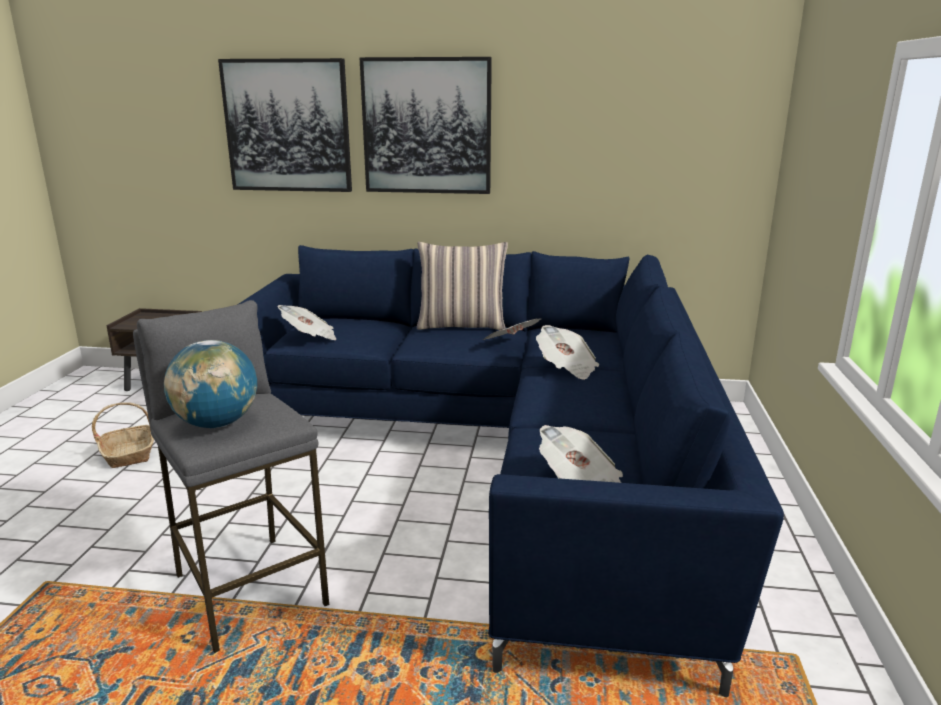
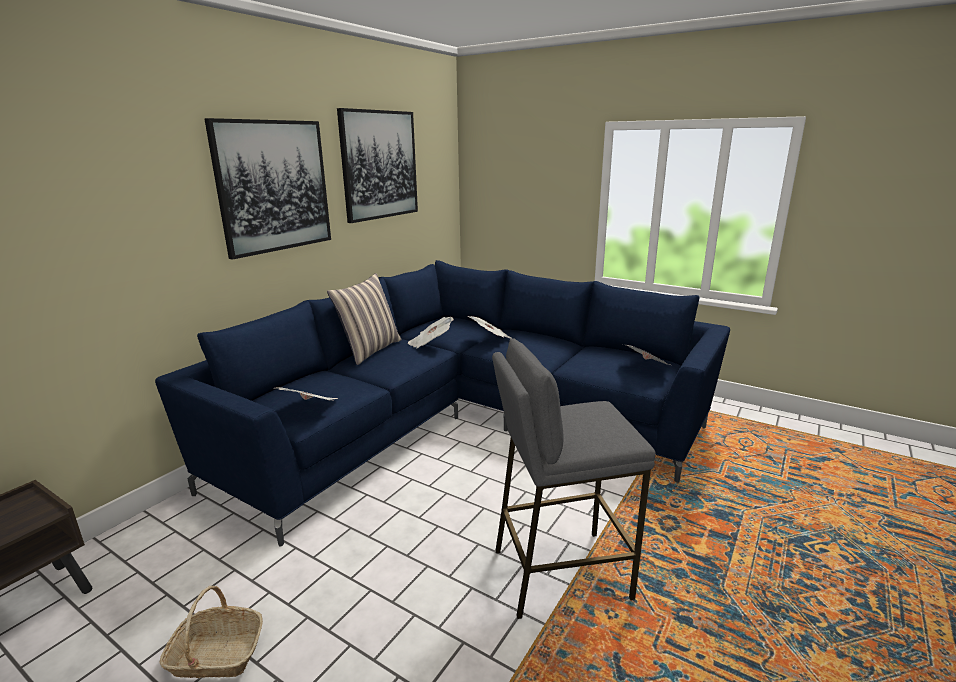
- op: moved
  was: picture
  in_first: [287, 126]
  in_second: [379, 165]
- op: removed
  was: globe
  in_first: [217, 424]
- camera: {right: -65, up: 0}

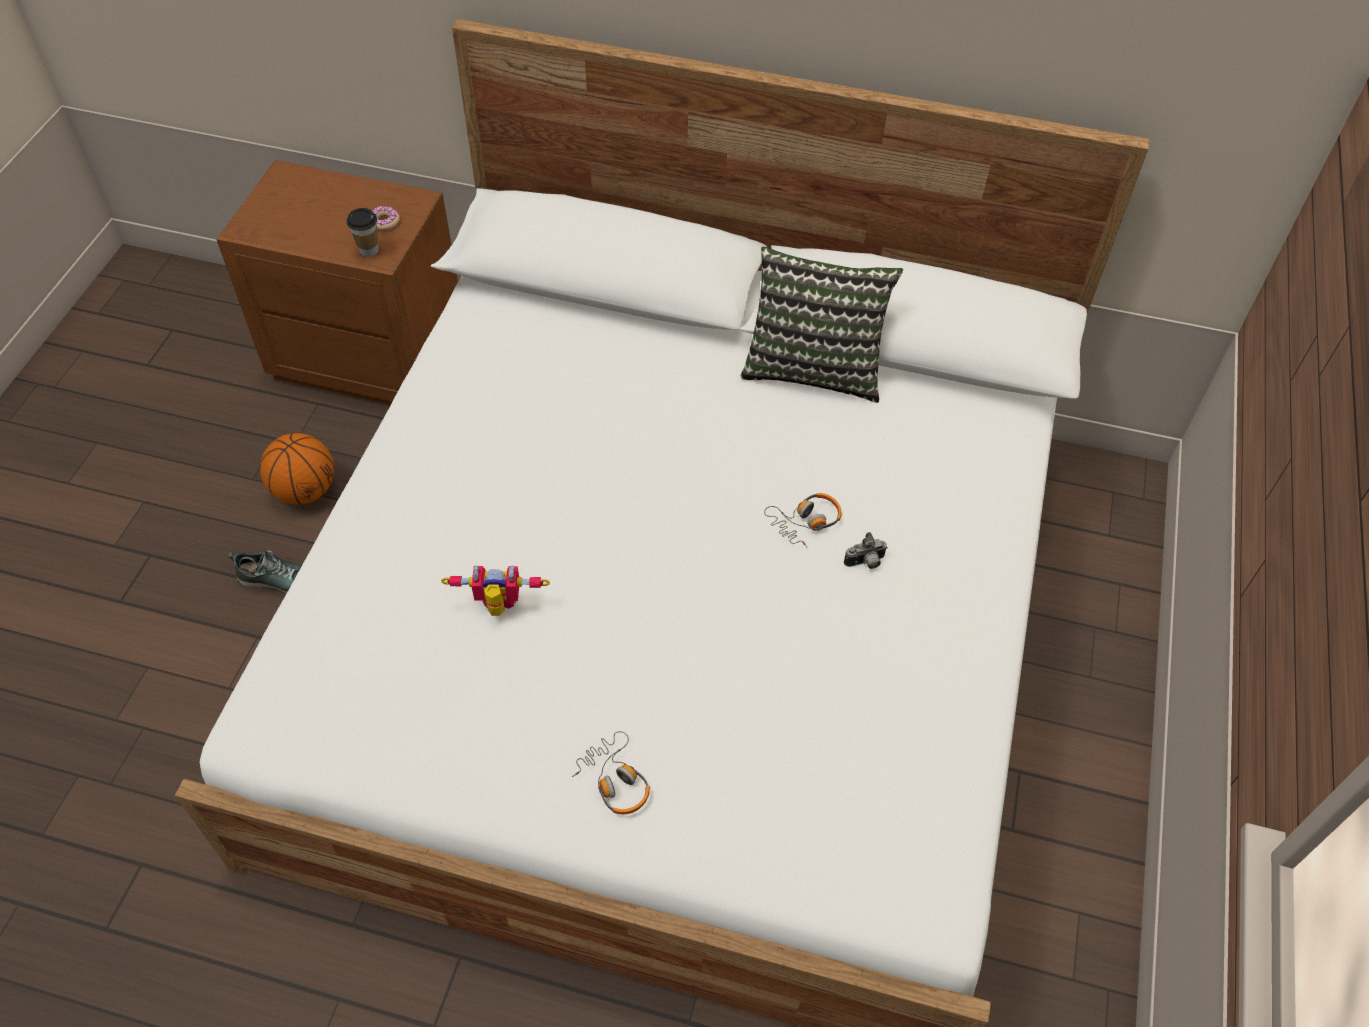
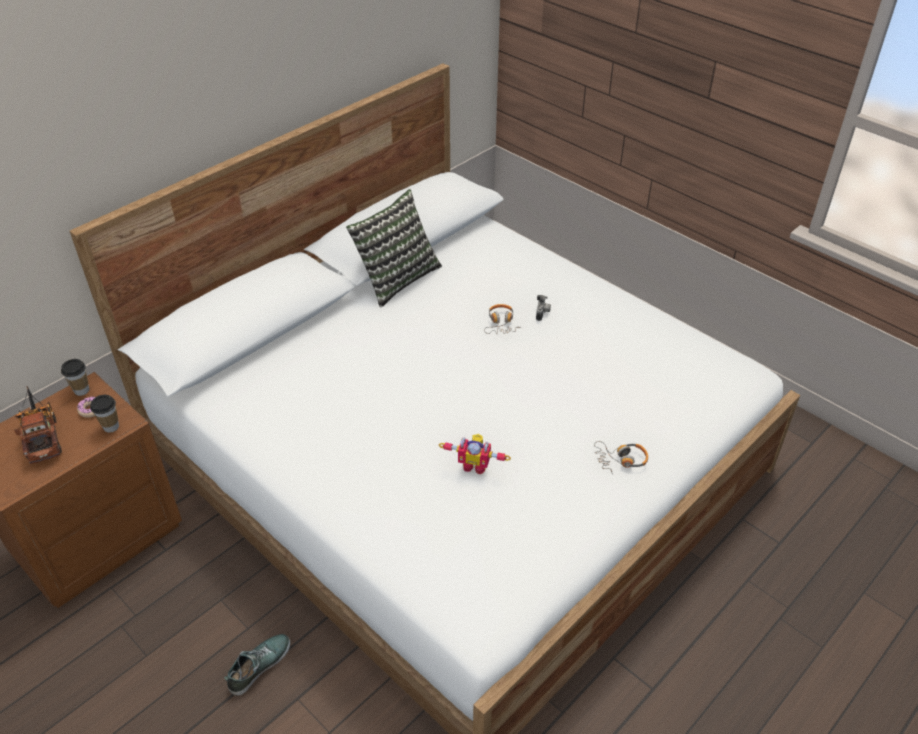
- op: removed
  was: basketball
  in_first: [305, 491]
- op: turned
  was: toy robot
  in_first: [498, 607]
  in_second: [475, 465]
  clockwise: -105
- op: added
  now: cup
  in_second: [82, 390]
- op: added
  now: toy truck
  in_second: [42, 435]
- camera: {right: -60, up: -10}

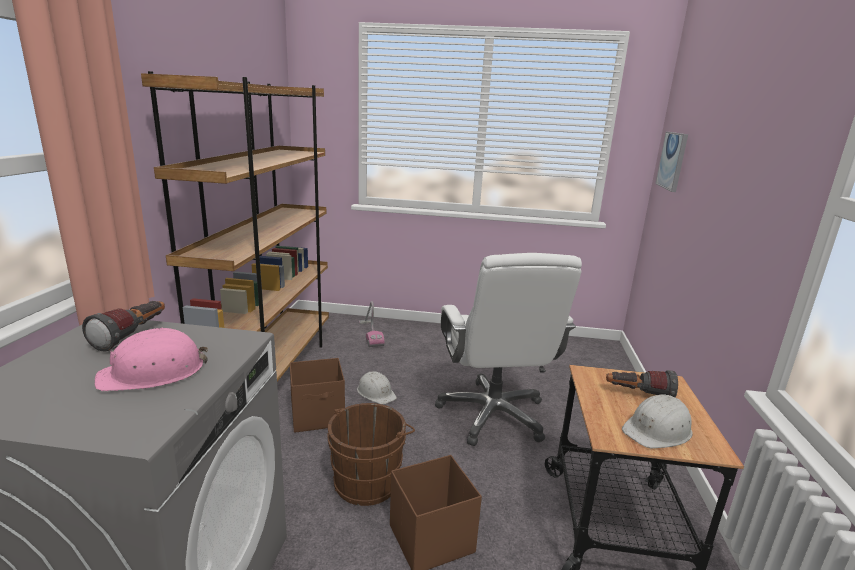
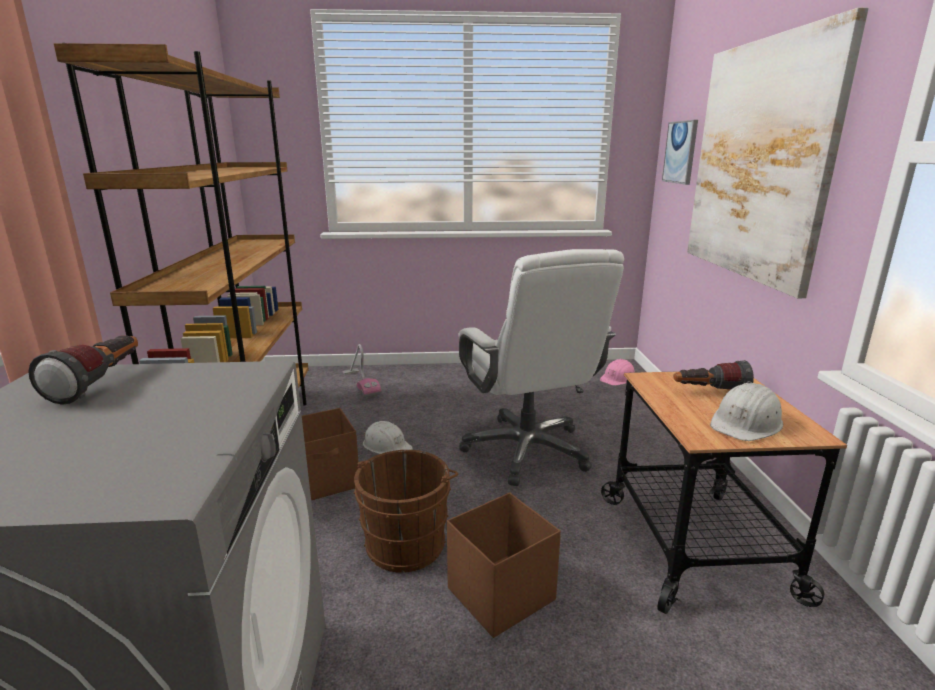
- op: moved
  was: hard hat (pink)
  in_first: [153, 372]
  in_second: [618, 378]
- op: added
  now: picture
  in_second: [758, 161]
- camera: {right: -10, up: 0}

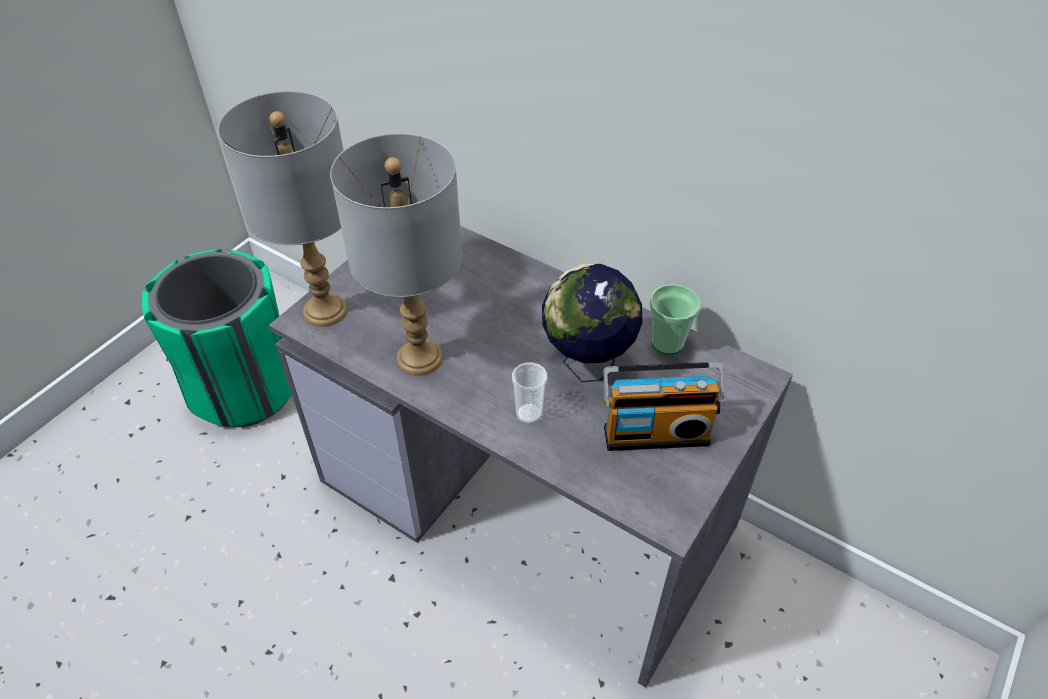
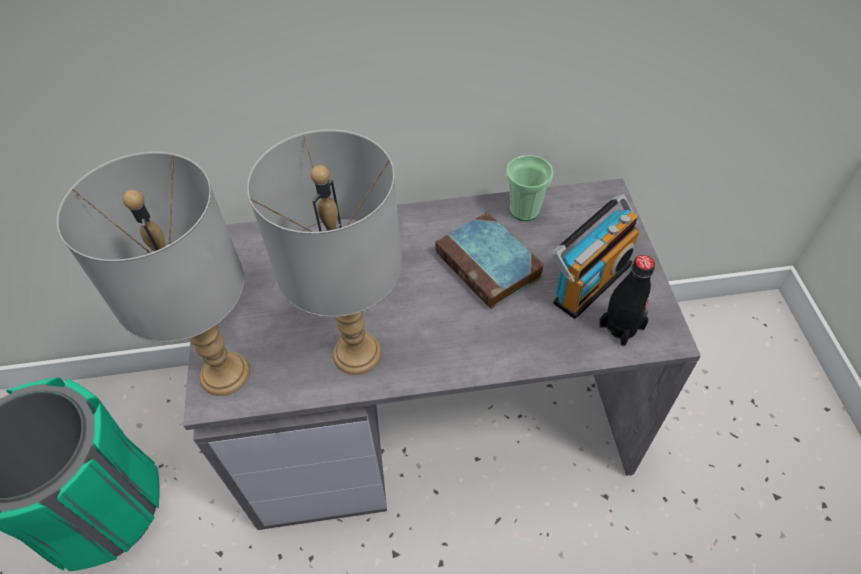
- op: replaced
  was: globe
  now: book
  in_first: [587, 365]
  in_second: [490, 266]
- op: removed
  was: cup
  in_first: [529, 414]
- op: added
  now: bottle (black)
  in_second: [621, 327]
- camera: {right: -40, up: 5}

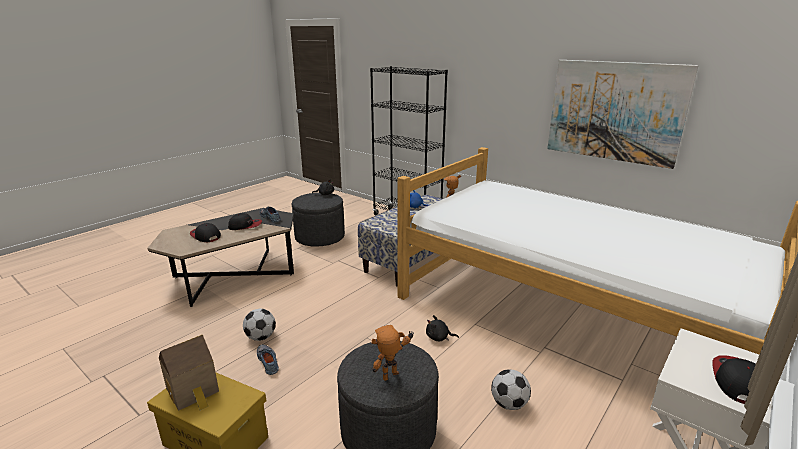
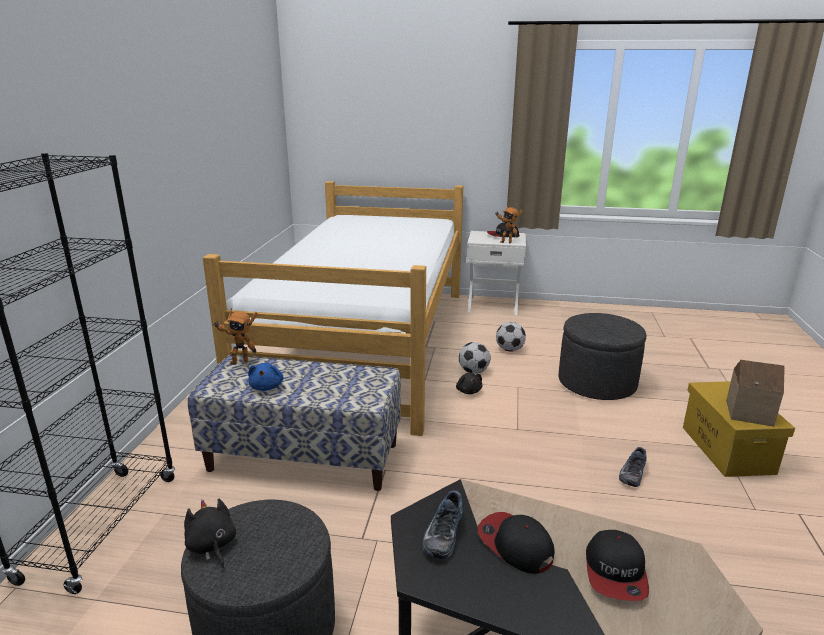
- op: removed
  was: picture
  in_first: [614, 111]
- op: moved
  was: football
  in_first: [261, 337]
  in_second: [473, 371]
- op: moved
  was: toy robot
  in_first: [392, 378]
  in_second: [506, 242]
- camera: {right: -120, up: 0}

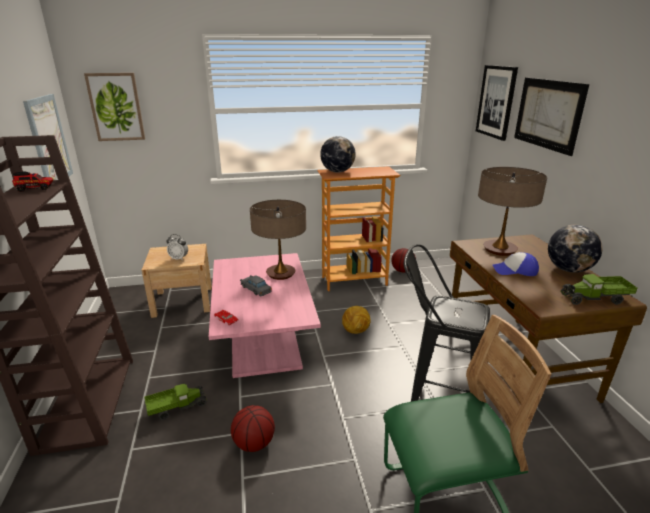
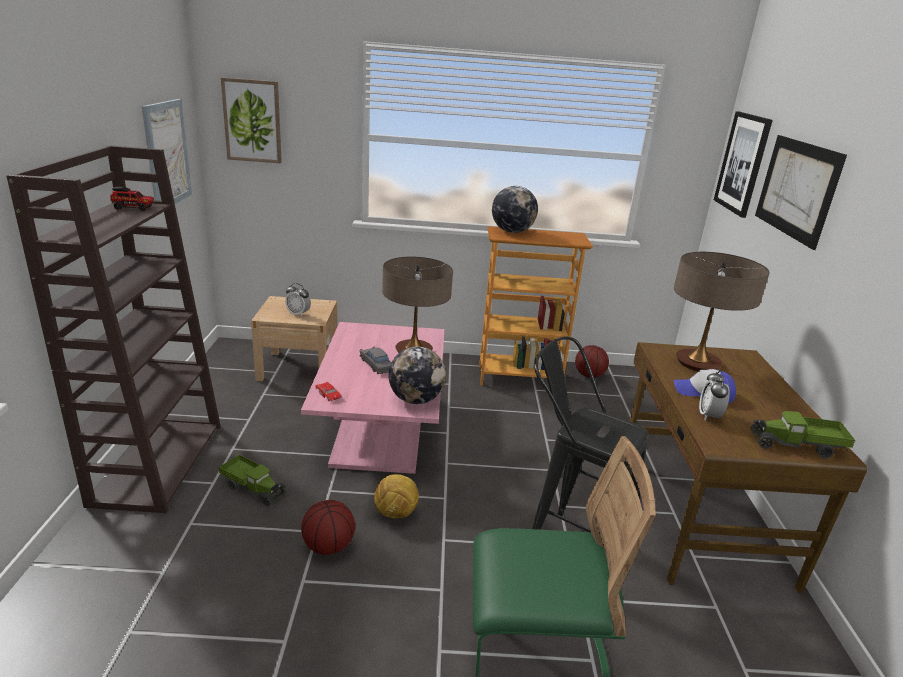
- op: moved
  was: globe
  in_first: [568, 269]
  in_second: [415, 399]
- op: moved
  was: football
  in_first: [356, 331]
  in_second: [396, 513]
- op: turned
  was: toy truck
  in_first: [176, 407]
  in_second: [253, 488]
  clockwise: 45
- op: added
  now: alarm clock
  in_second: [709, 416]
- camera: {right: 10, up: 0}

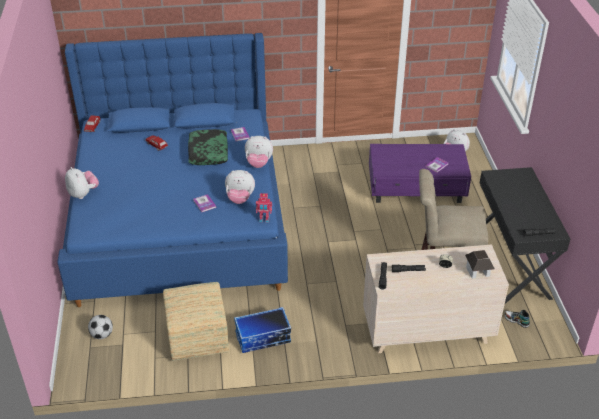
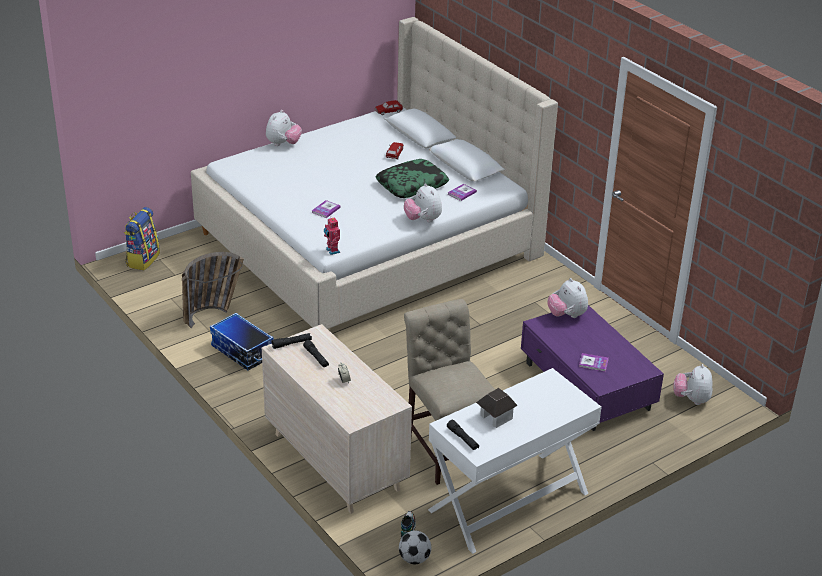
- op: recoloured
  was: bed (blue)
  now: bed (beige)
  in_first: [179, 220]
  in_second: [370, 244]
- op: recoloured
  was: desk (black)
  now: desk (white)
  in_first: [511, 264]
  in_second: [509, 502]
- op: moved
  was: plush toy
  in_first: [240, 199]
  in_second: [566, 315]
- op: moved
  was: toy house
  in_first: [478, 271]
  in_second: [495, 417]
- op: replaced
  was: ottoman
  now: basket
  in_first: [198, 338]
  in_second: [213, 313]
- op: moved
  was: football
  in_first: [102, 335]
  in_second: [414, 559]
- op: added
  now: backpack
  in_second: [142, 259]
- camera: {right: 60, up: -5}

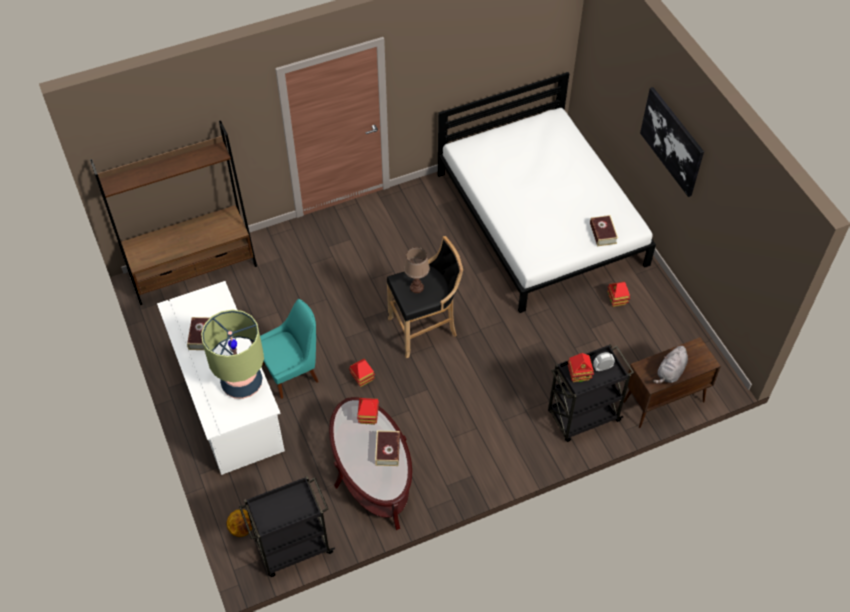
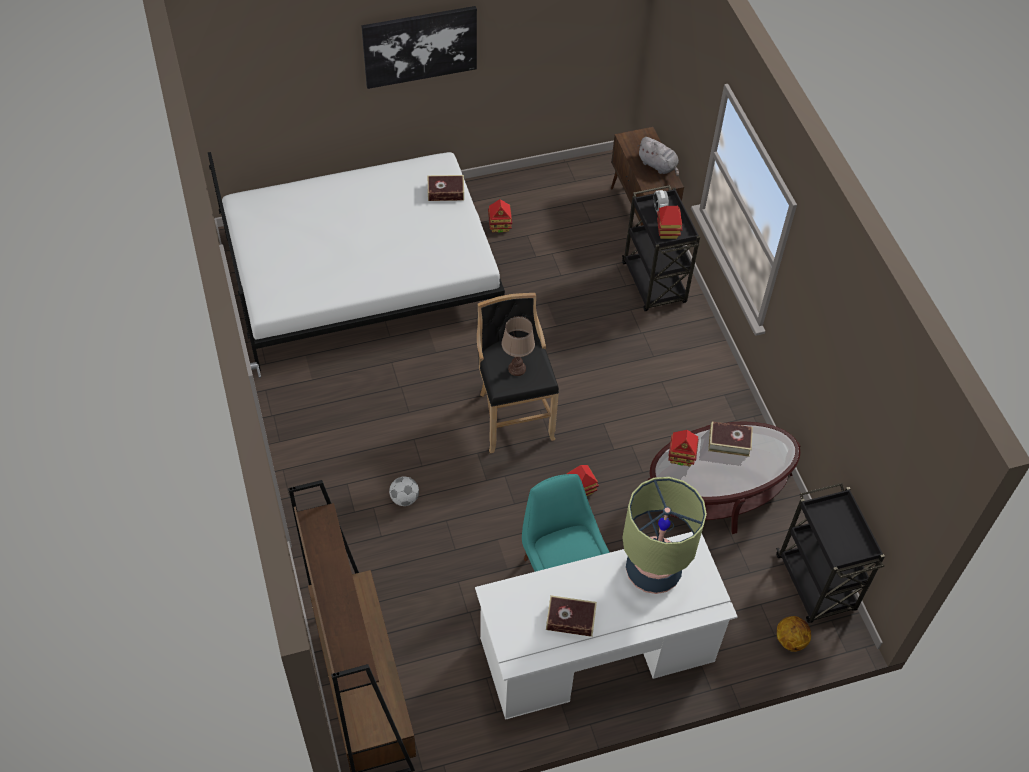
- op: added
  now: football
  in_second: [404, 498]
- camera: {right: -85, up: 0}

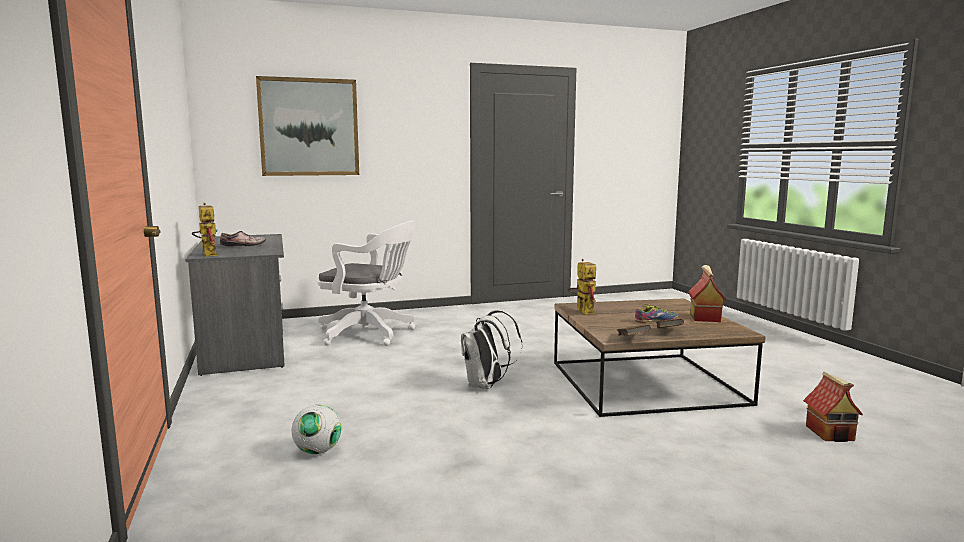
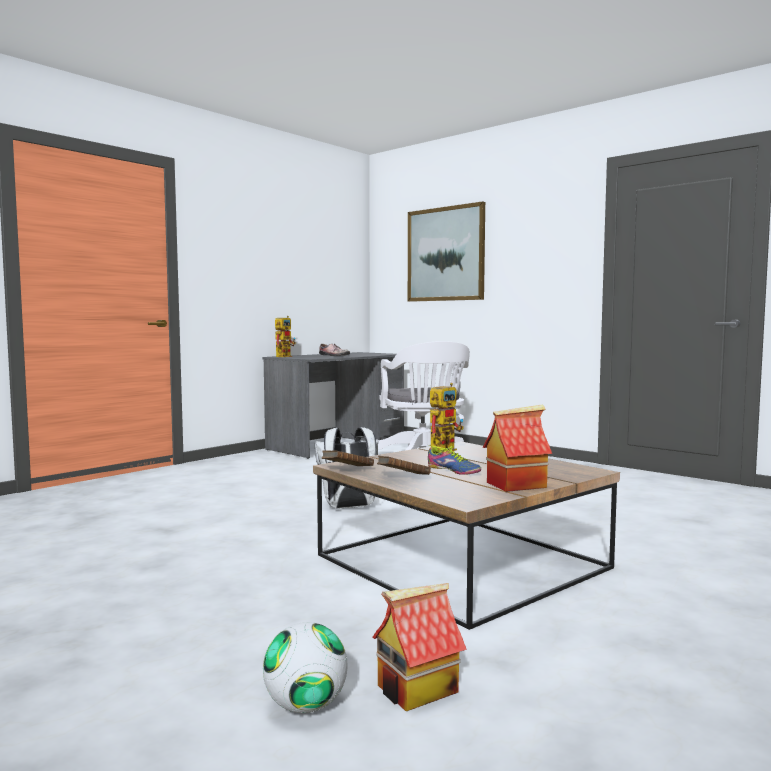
- op: moved
  was: football
  in_first: [317, 451]
  in_second: [305, 706]
- camera: {right: 60, up: -5}

